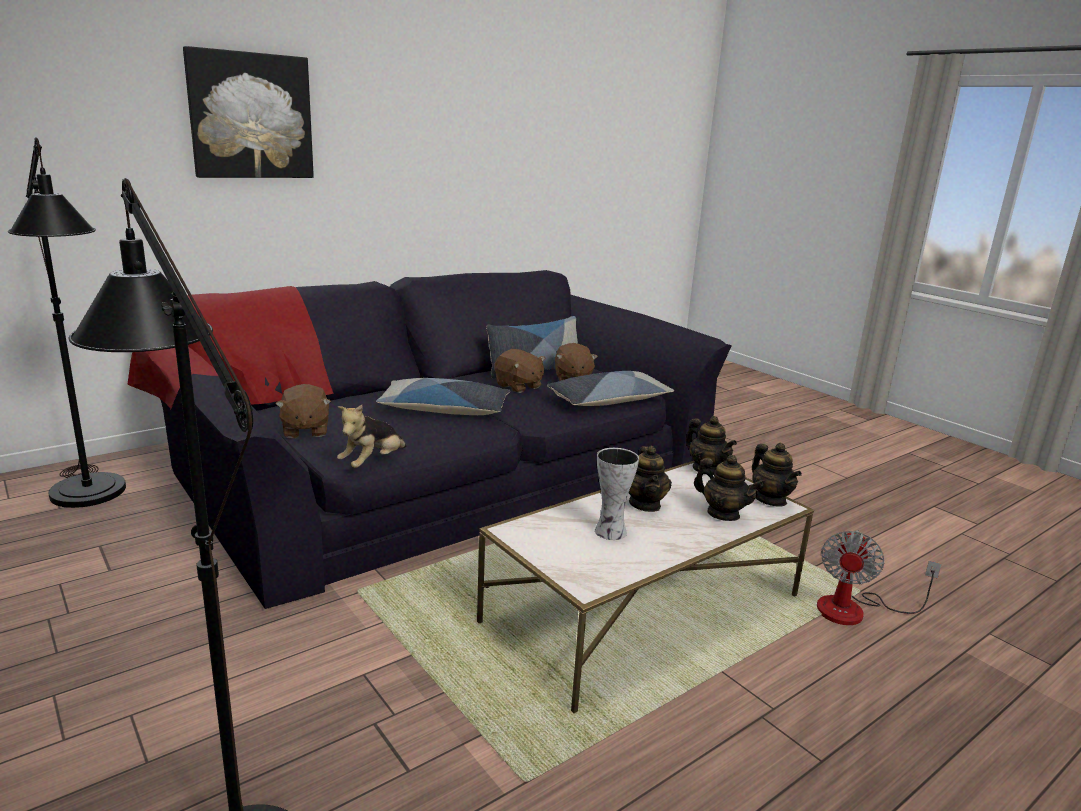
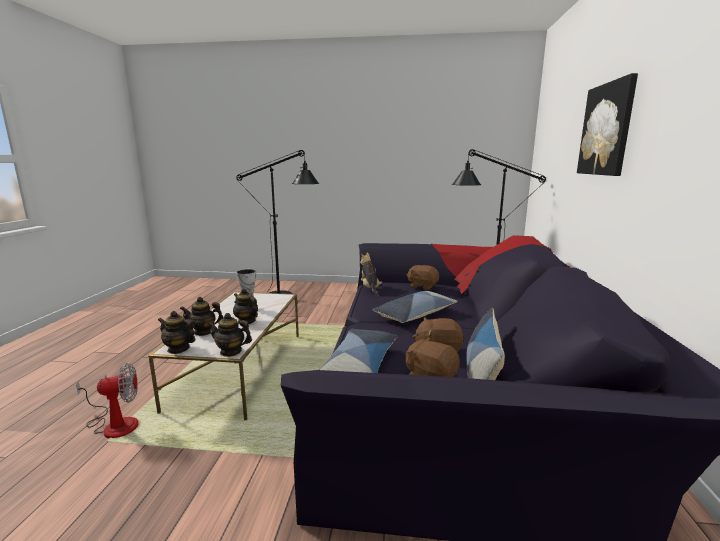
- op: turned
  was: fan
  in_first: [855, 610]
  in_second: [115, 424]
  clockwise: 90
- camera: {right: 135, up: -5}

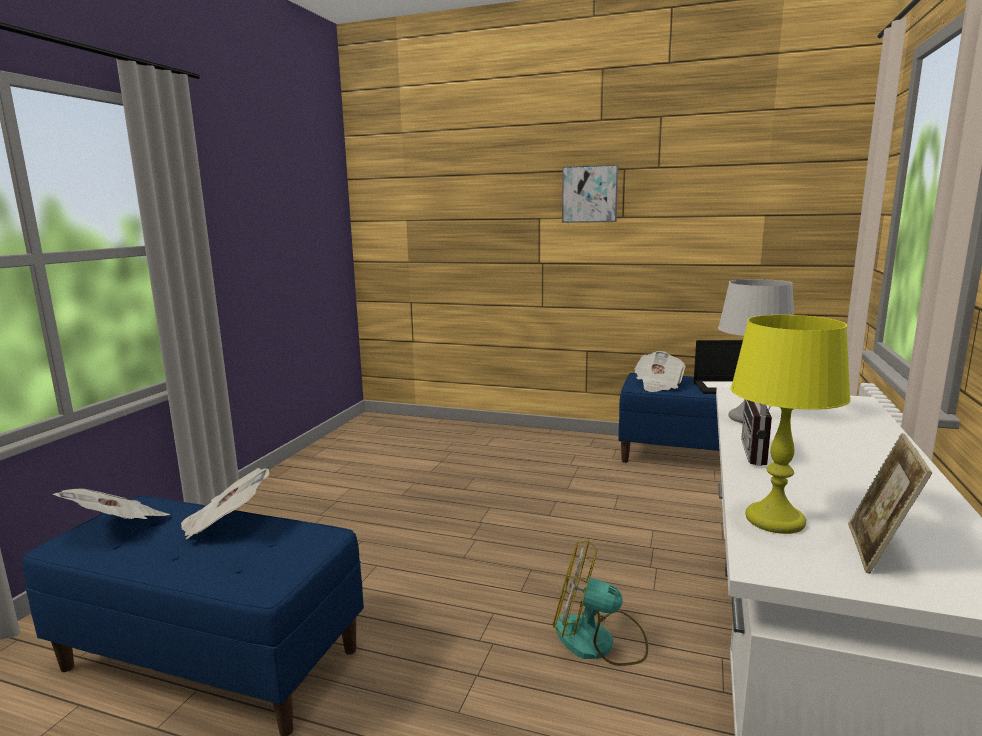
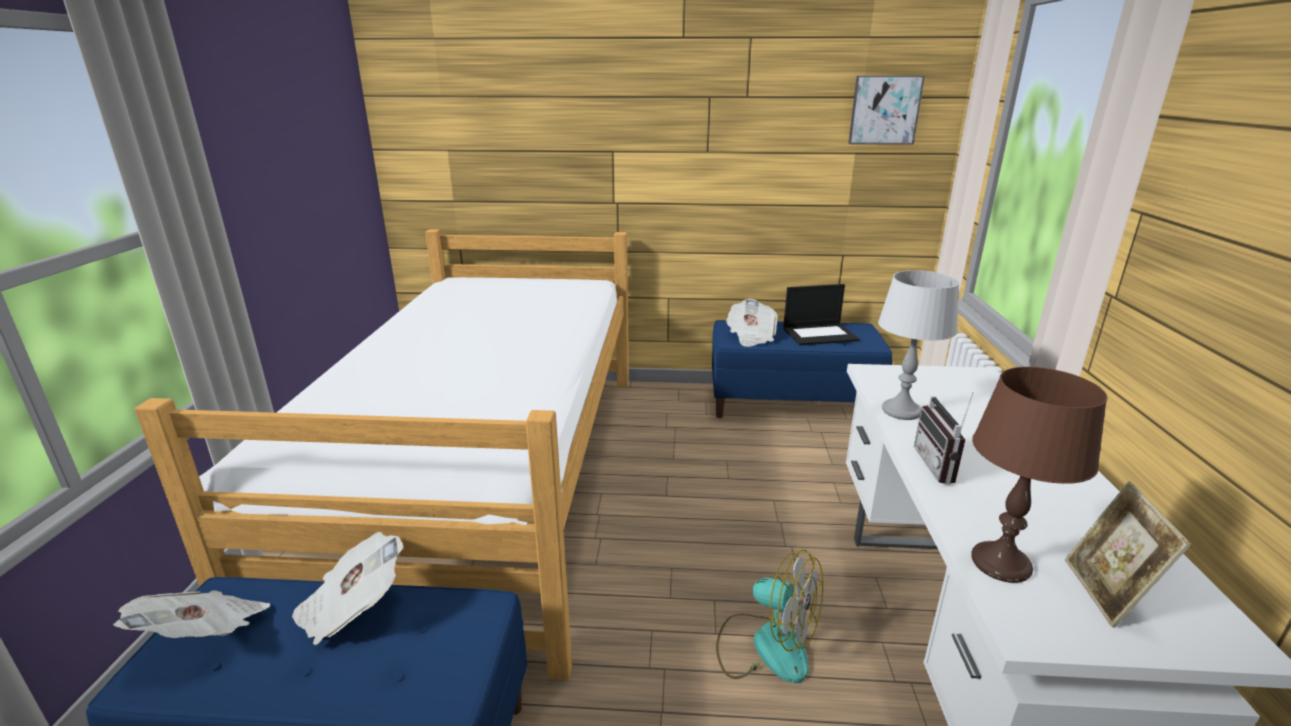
- op: moved
  was: picture
  in_first: [590, 194]
  in_second: [884, 110]
- op: recoloured
  was: table lamp (yellow)
  now: table lamp (brown)
  in_first: [774, 520]
  in_second: [1000, 564]
- op: turned
  was: fan
  in_first: [598, 641]
  in_second: [766, 645]
  clockwise: -150
- op: added
  now: bed
  in_second: [491, 479]
- camera: {right: -15, up: 10}

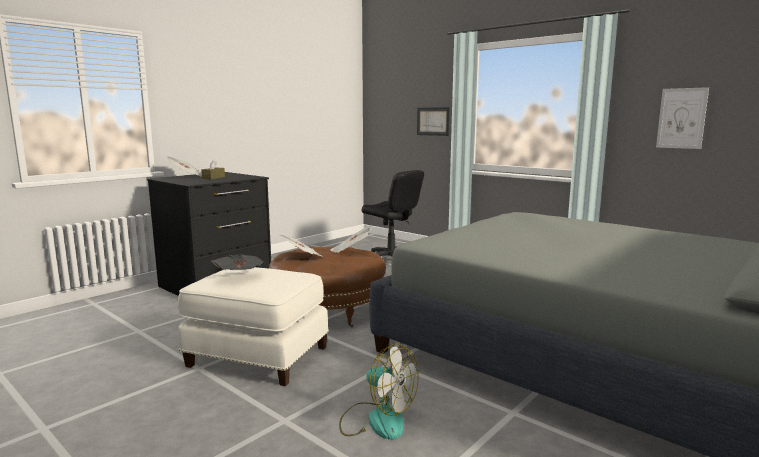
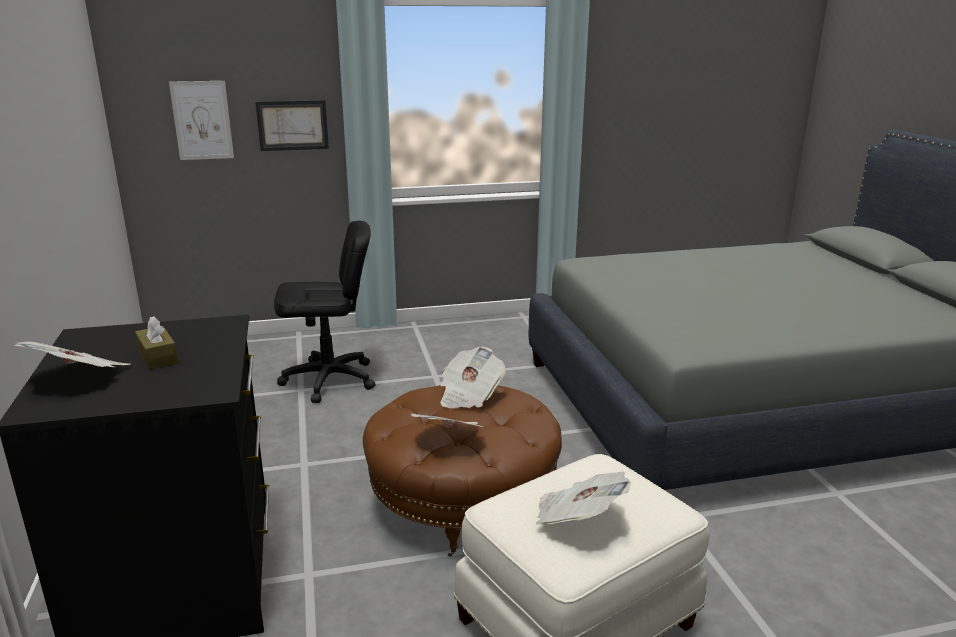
- op: moved
  was: picture
  in_first: [681, 118]
  in_second: [202, 120]
- op: removed
  was: fan
  in_first: [377, 419]
- camera: {right: -55, up: 10}

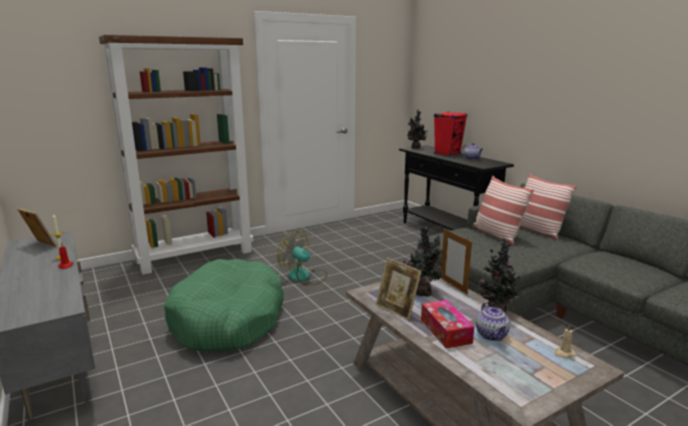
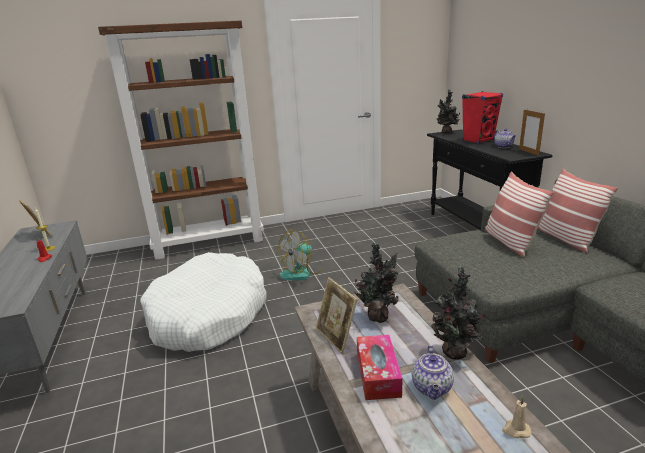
- op: moved
  was: picture frame
  in_first: [453, 285]
  in_second: [528, 152]
- op: turned
  was: fan
  in_first: [304, 277]
  in_second: [301, 272]
  clockwise: -90
- op: recoloured
  was: dog bed (green)
  now: dog bed (white)
  in_first: [228, 319]
  in_second: [208, 315]
- camera: {right: 15, up: 5}

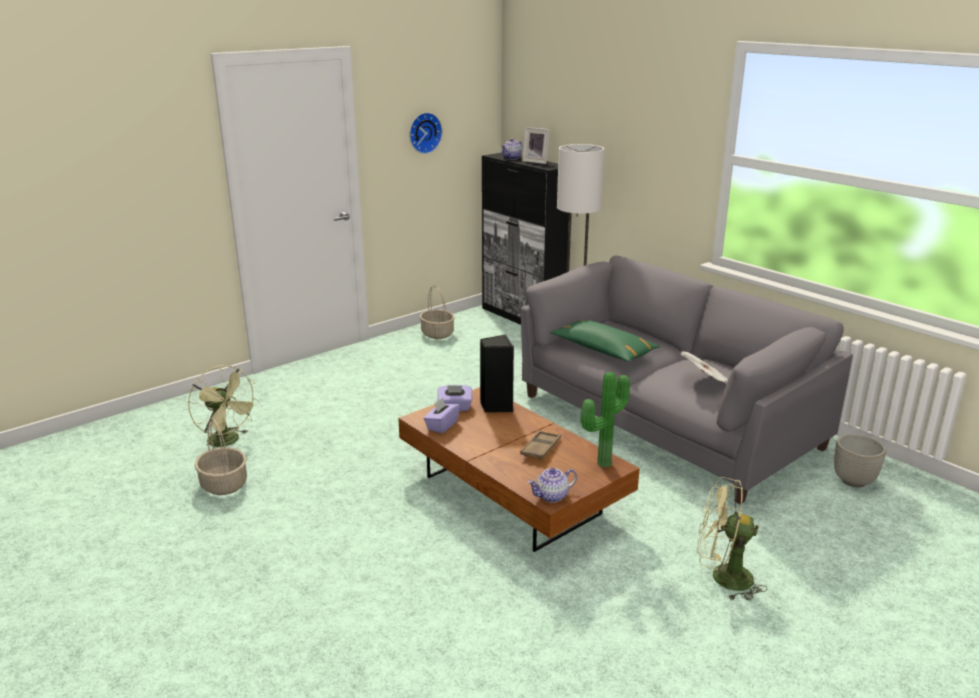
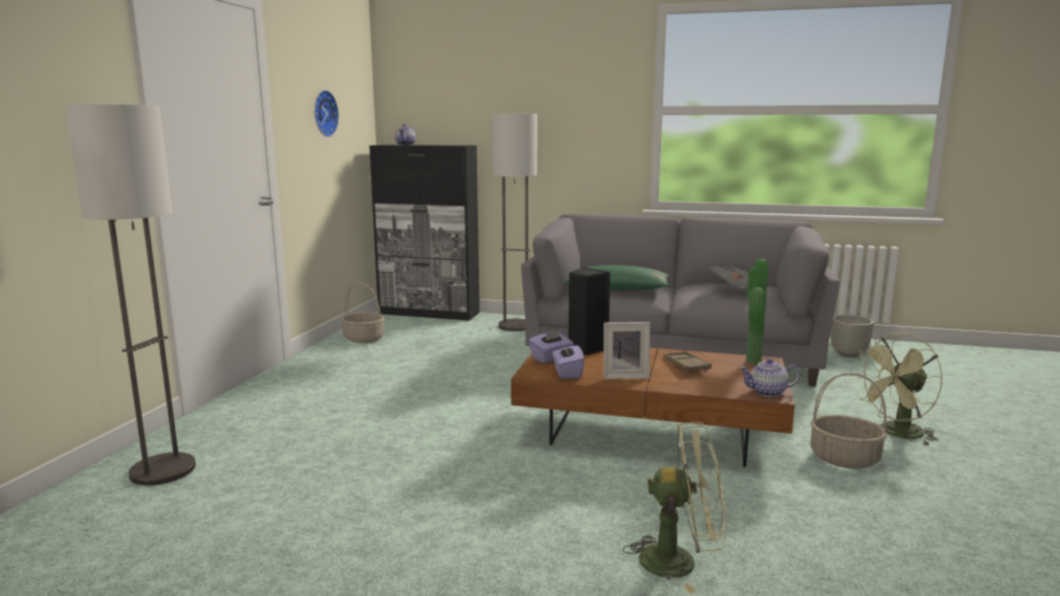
- op: moved
  was: picture frame
  in_first: [536, 161]
  in_second: [625, 375]
- op: moved
  was: fan (green)
  in_first: [228, 441]
  in_second: [680, 561]
- op: moved
  was: basket
  in_first: [223, 484]
  in_second: [843, 459]
- op: turned
  was: teapot
  in_first: [551, 496]
  in_second: [767, 392]
  clockwise: 60
- op: added
  now: floor lamp
  in_second: [163, 470]
- camera: {right: -35, up: -10}

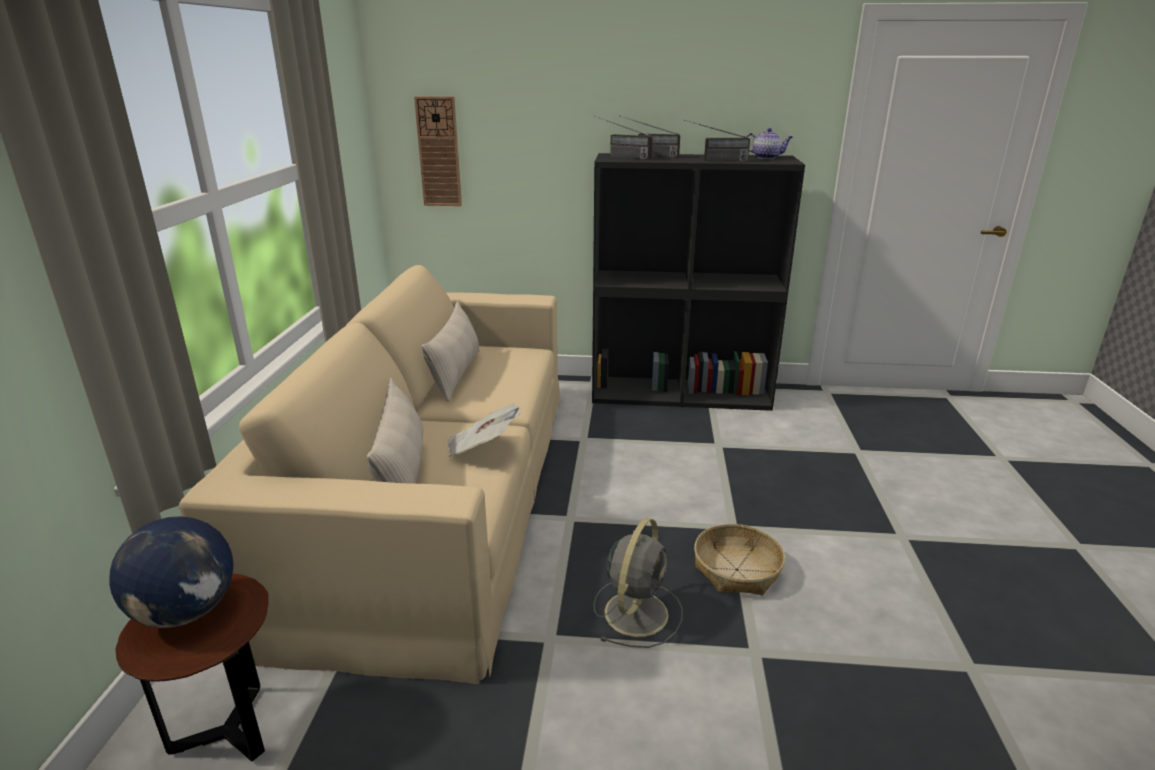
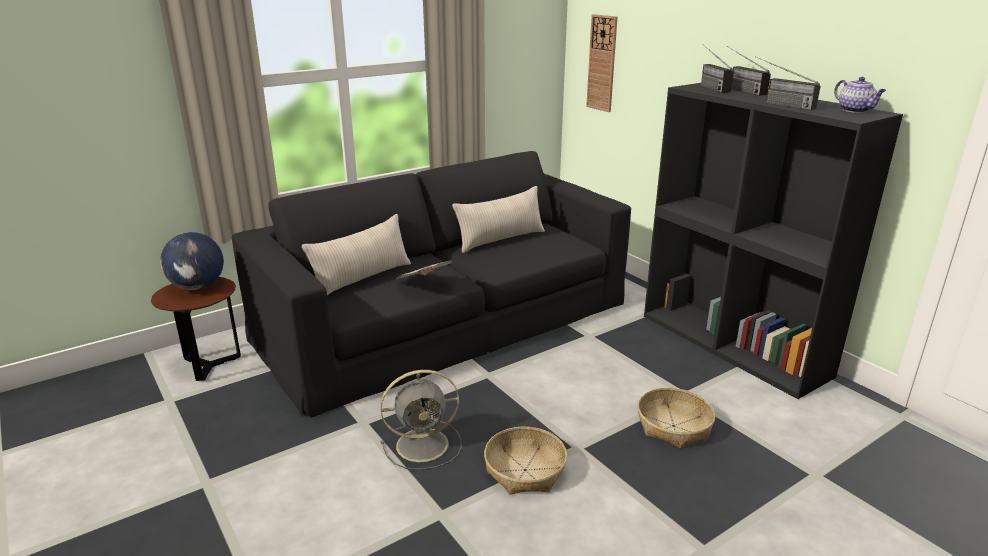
- op: recoloured
  was: sofa (beige)
  now: sofa (black)
  in_first: [435, 494]
  in_second: [445, 319]
- op: added
  now: basket
  in_second: [674, 426]
- camera: {right: 50, up: 0}

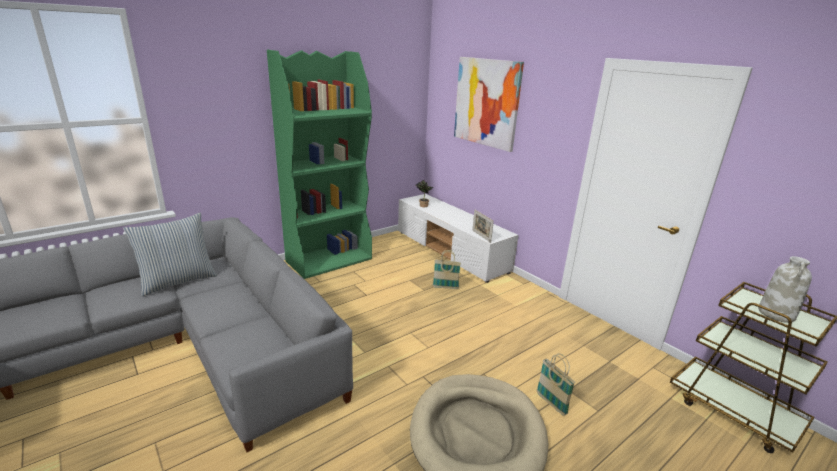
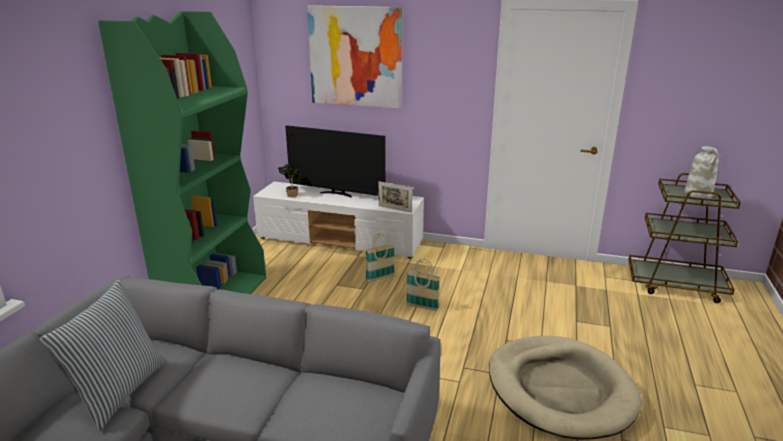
- op: moved
  was: basket
  in_first: [551, 403]
  in_second: [422, 307]
- op: added
  now: television
  in_second: [337, 194]
- camera: {right: -35, up: 0}

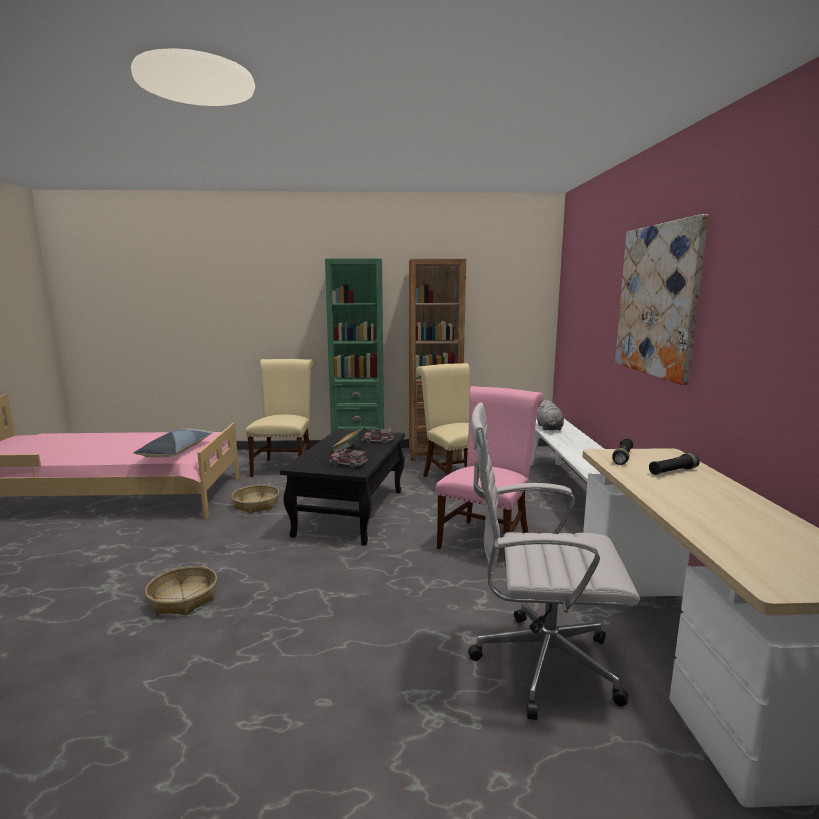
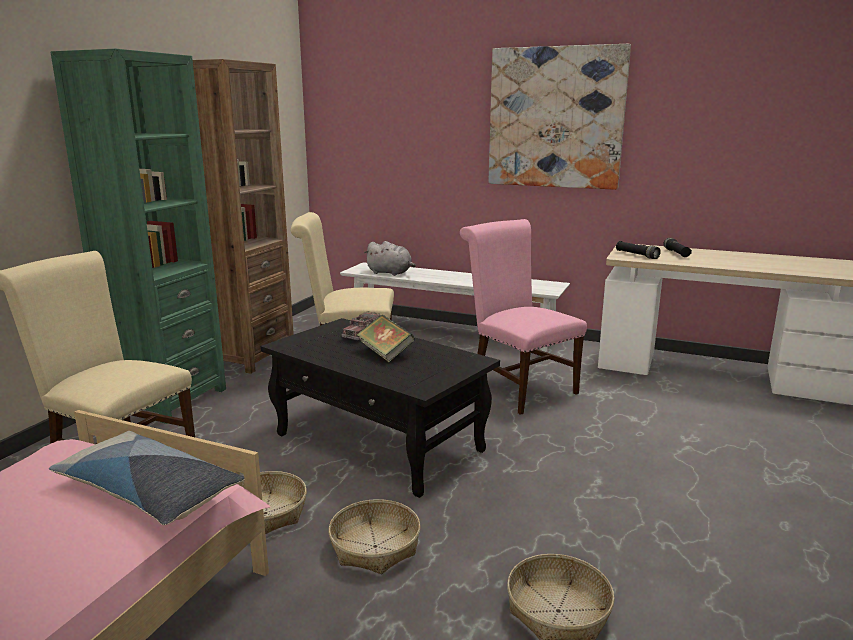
- op: removed
  was: office chair (white)
  in_first: [538, 664]
- op: removed
  was: toy truck
  in_first: [348, 464]
- op: added
  now: basket
  in_second: [375, 546]
- camera: {right: -65, up: 5}

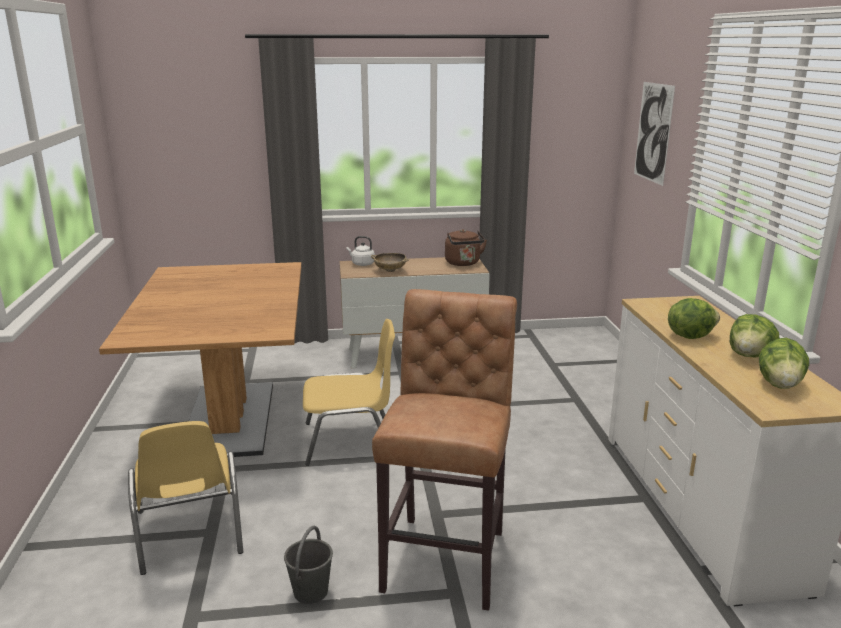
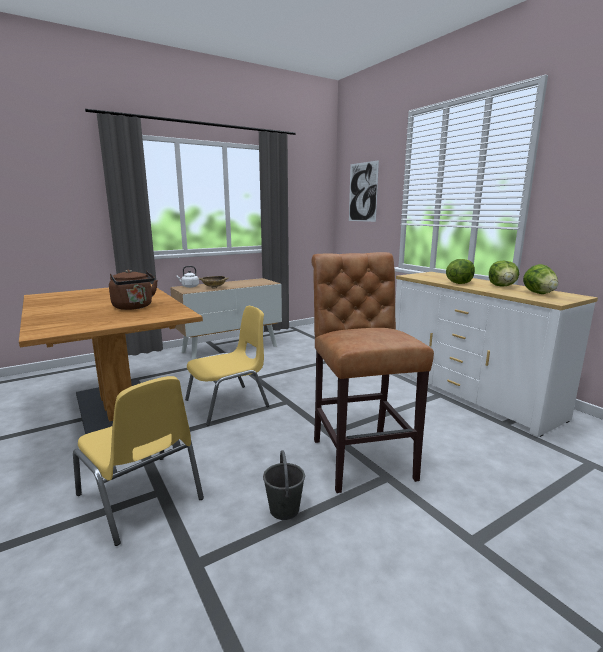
- op: moved
  was: kettle (brown)
  in_first: [463, 263]
  in_second: [134, 307]
- camera: {right: -25, up: -5}

